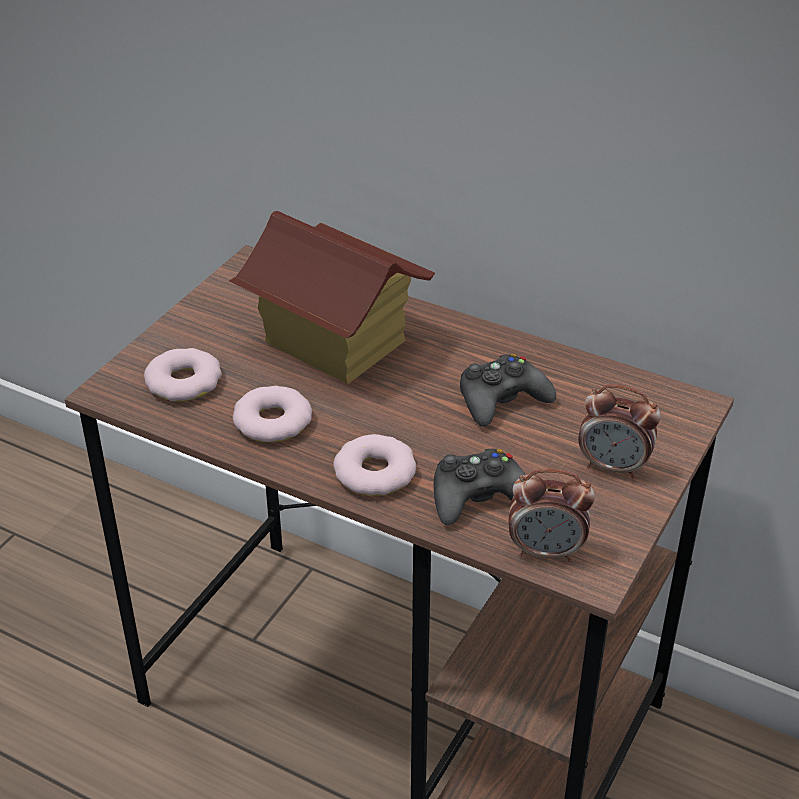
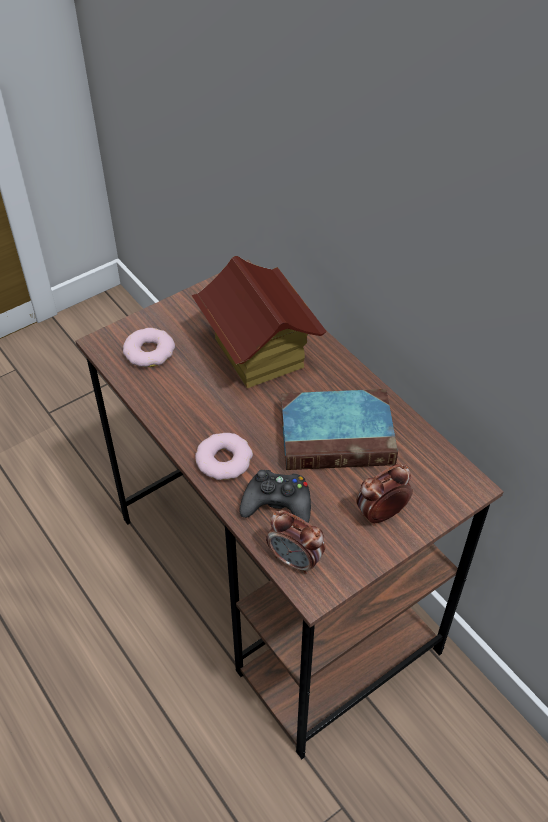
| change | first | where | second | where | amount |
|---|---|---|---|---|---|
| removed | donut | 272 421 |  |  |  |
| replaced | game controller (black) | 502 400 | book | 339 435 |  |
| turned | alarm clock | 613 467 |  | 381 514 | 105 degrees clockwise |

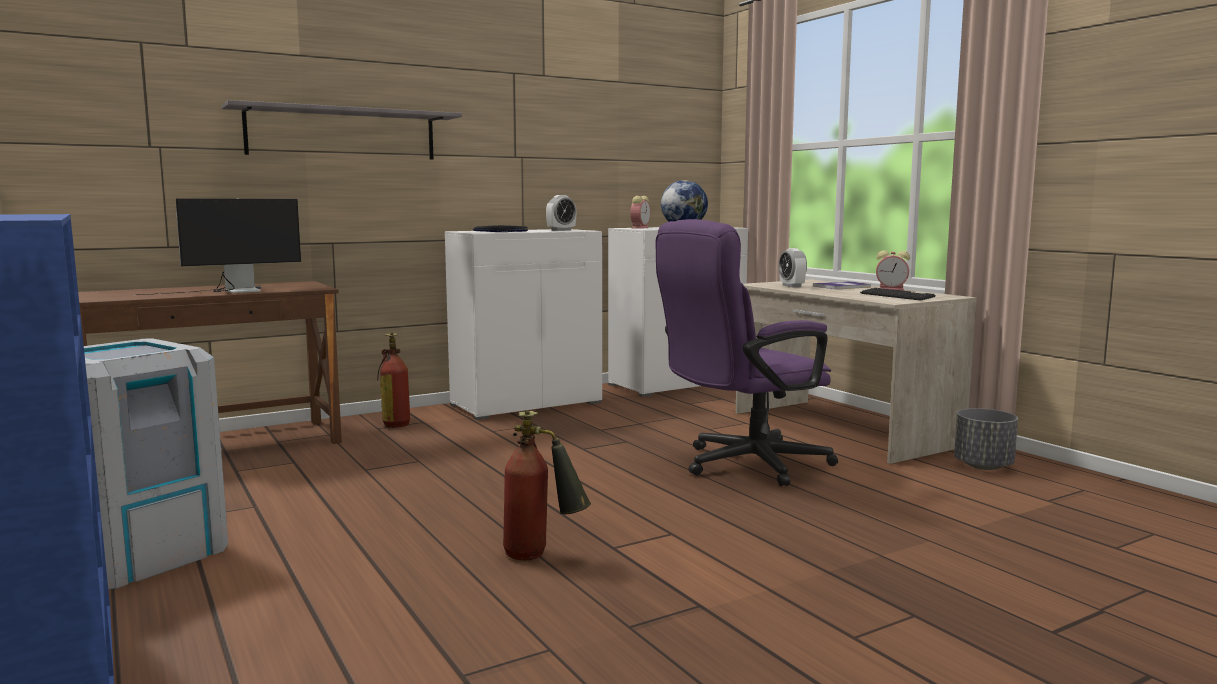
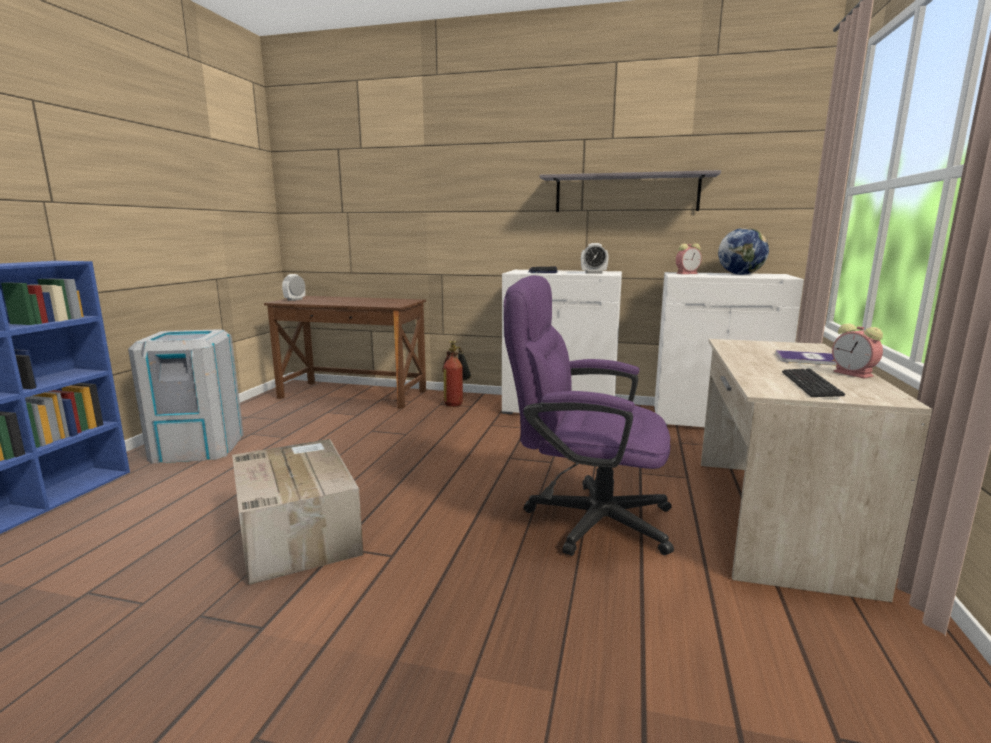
| change | first | where | second | where | amount |
|---|---|---|---|---|---|
| removed | monitor | 229 291 |  |  |  |
| removed | planter (grey) | 983 466 |  |  |  |
| moved | shelf (grey) | 342 134 |  | 626 193 |  |
| moved | alarm clock | 791 286 |  | 295 299 |  |
| replaced | fire extinguisher | 542 555 | cardboard box | 296 532 |  |

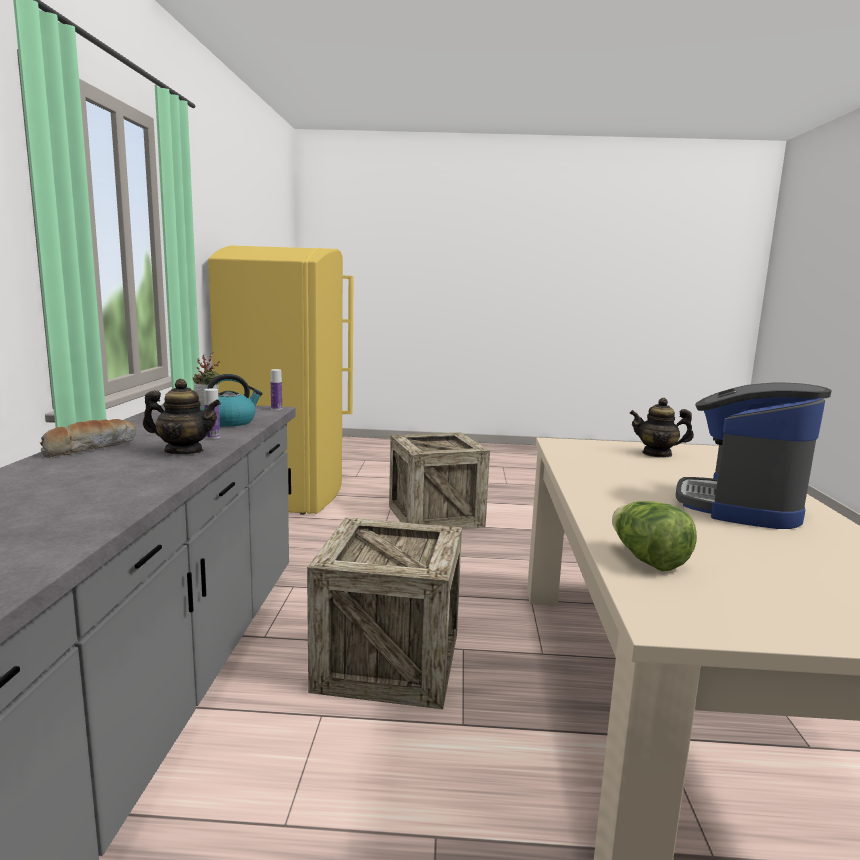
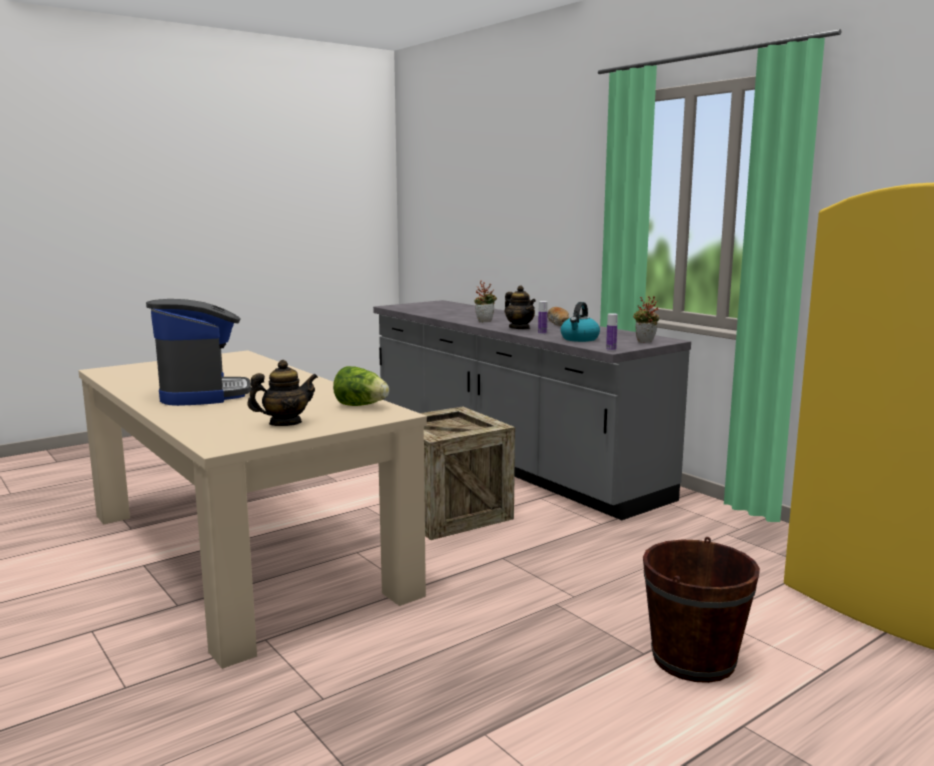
| change | first | where | second | where | amount |
|---|---|---|---|---|---|
| added |  |  | potted plant | 485 321 |  |
| moved | lettuce | 647 560 |  | 361 406 |  |
| replaced | crate | 435 516 | bucket (brown) | 693 659 |  |
| turned | teapot | 184 451 |  | 519 328 | 90 degrees counterclockwise |

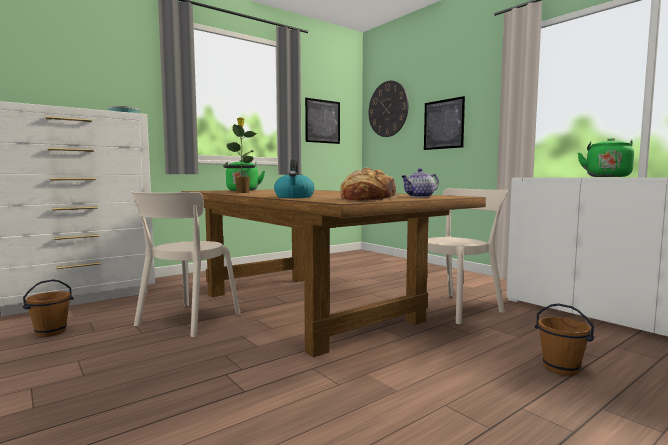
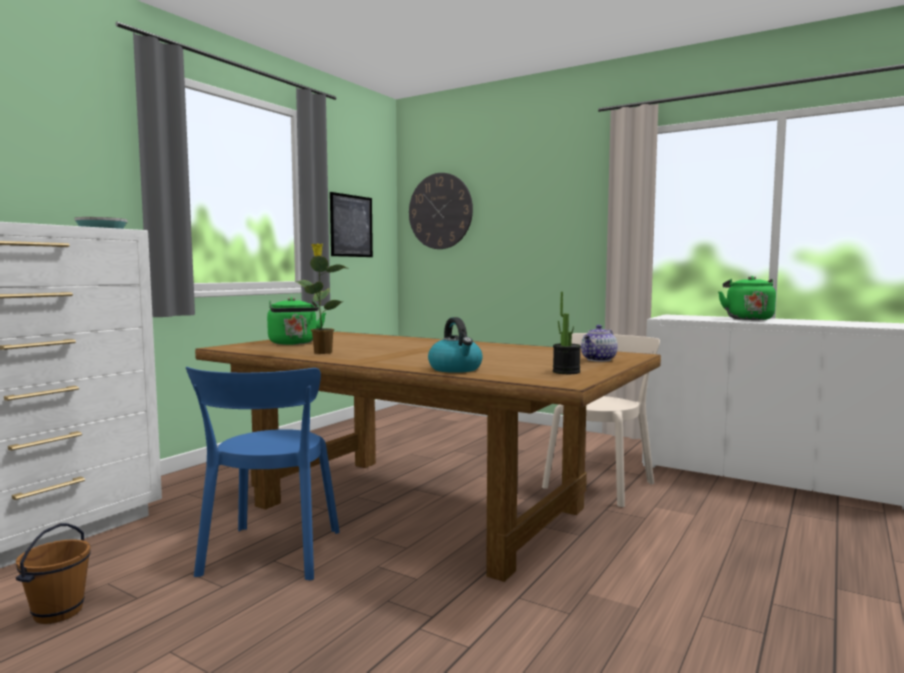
| change | first | where | second | where | amount |
|---|---|---|---|---|---|
| removed | picture | 443 124 |  |  |  |
| removed | bucket (brown) | 561 368 |  |  |  |
| replaced | bread | 367 199 | potted plant | 566 372 |  |
| recoloured | chair (beige) | 186 321 | chair (blue) | 269 556 |  |

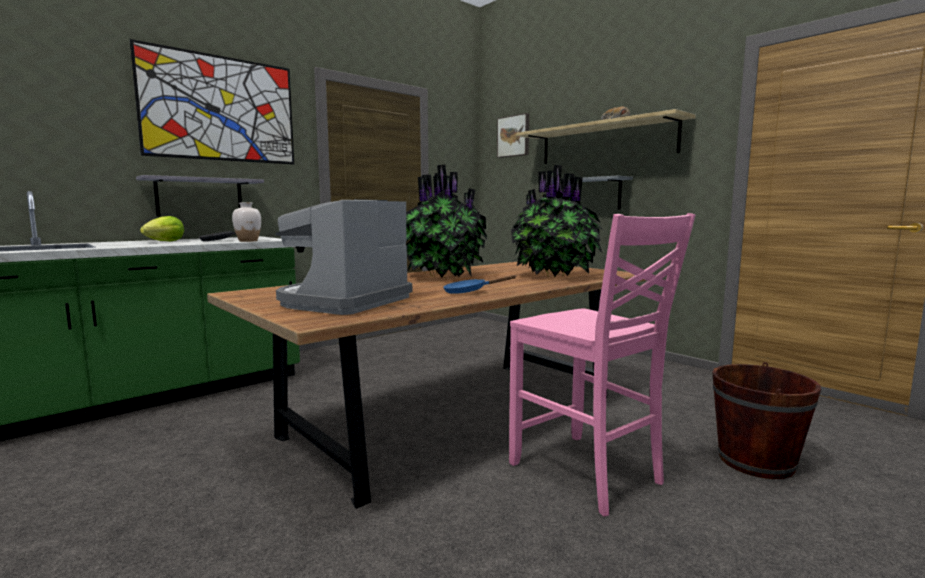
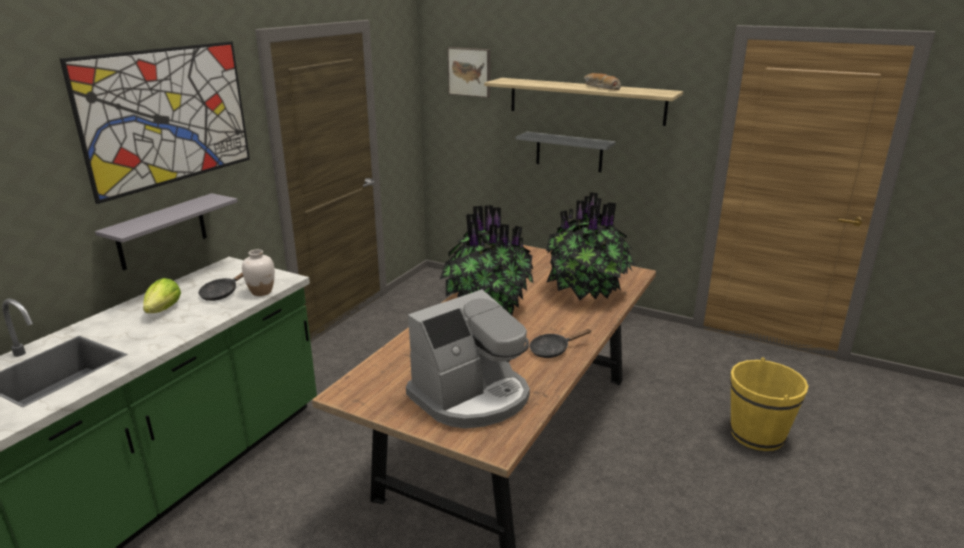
| change | first | where | second | where | amount |
|---|---|---|---|---|---|
| removed | chair (pink) | 587 474 |  |  |  |
| recoloured | frying pan (blue) | 469 292 | frying pan (black) | 552 350 |  |
| recoloured | bucket (brown) | 755 461 | bucket (yellow) | 757 434 |  |
| turned | coffee machine | 343 302 |  | 471 397 | 135 degrees counterclockwise |

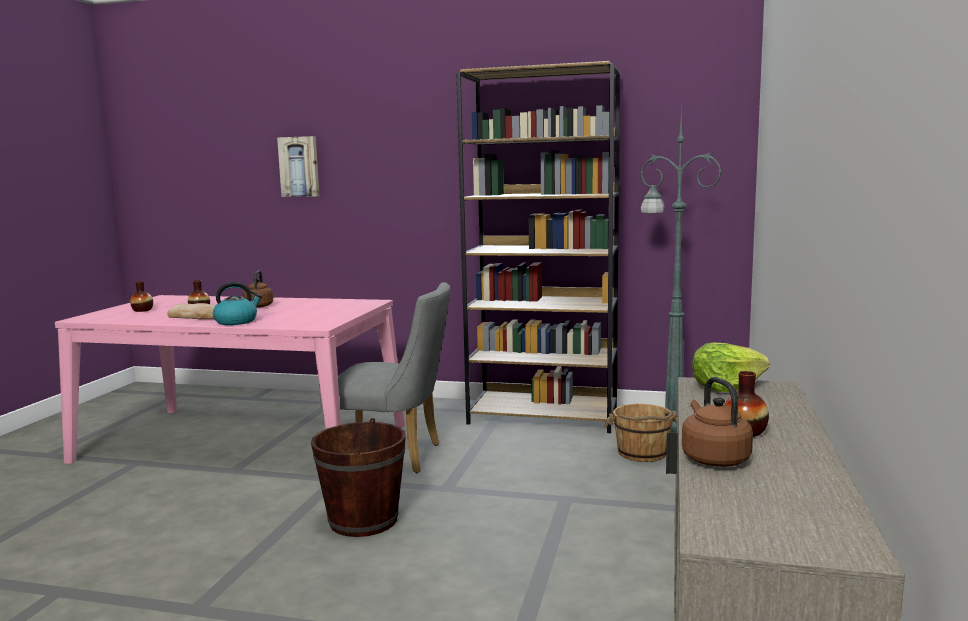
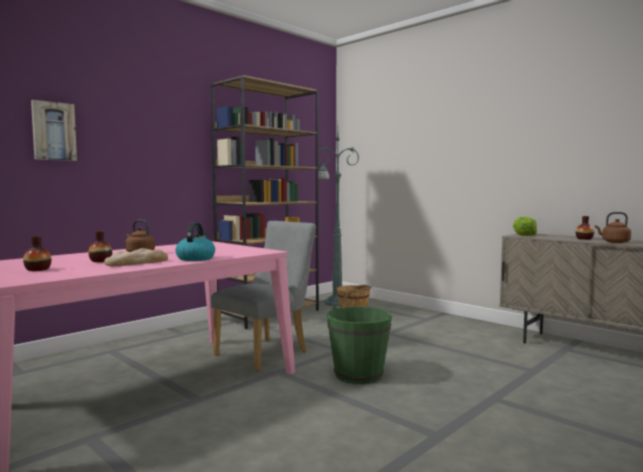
| change | first | where | second | where | amount |
|---|---|---|---|---|---|
| recoloured | bucket (brown) | 363 521 | bucket (green) | 358 374 |  |

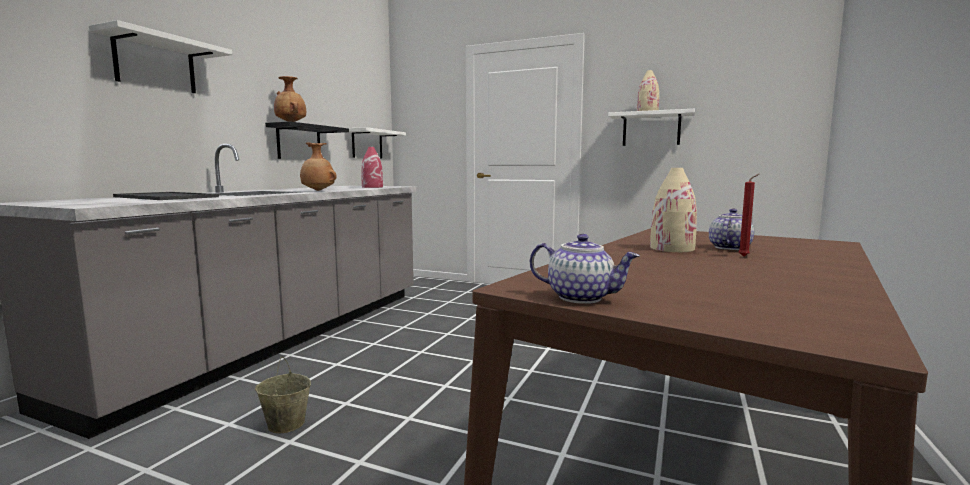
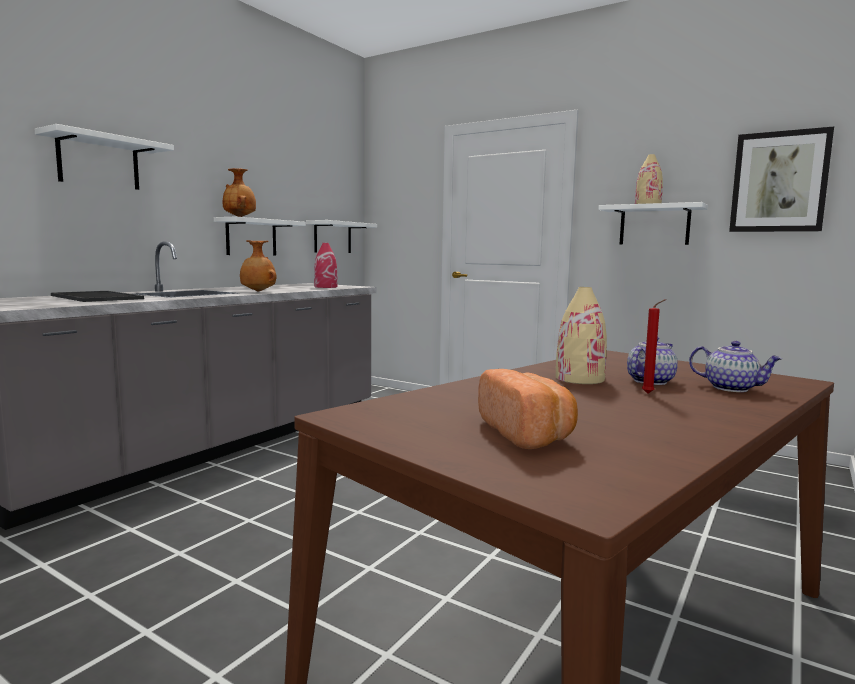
| change | first | where | second | where | amount |
|---|---|---|---|---|---|
| removed | bucket (beige) | 285 424 |  |  |  |
| added |  |  | bread | 527 433 |  |
| added |  |  | picture | 779 182 |  |
| moved | teapot | 581 297 |  | 731 388 |  |
| recoloured | shelf (black) | 299 142 | shelf (white) | 251 237 |  |

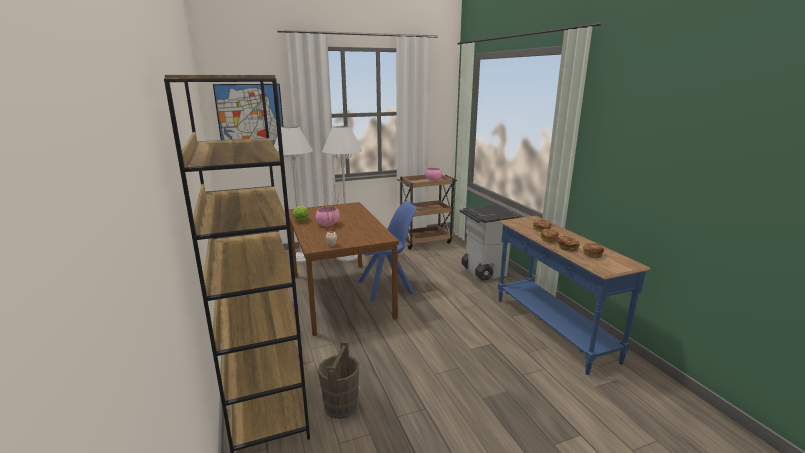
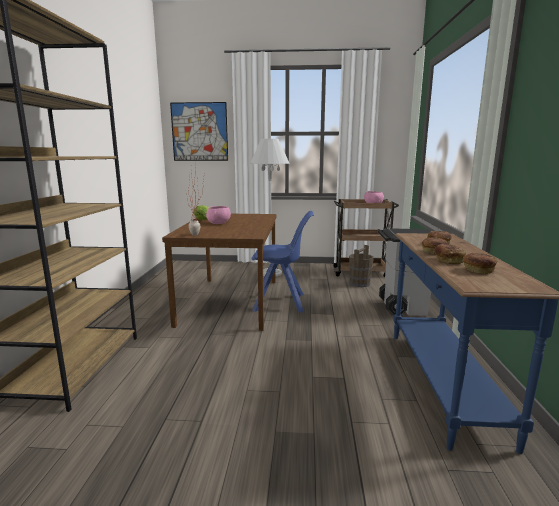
| change | first | where | second | where | amount |
|---|---|---|---|---|---|
| removed | floor lamp (white) | 301 257 |  |  |  |
| moved | bucket (brown) | 341 406 |  | 359 283 |  |

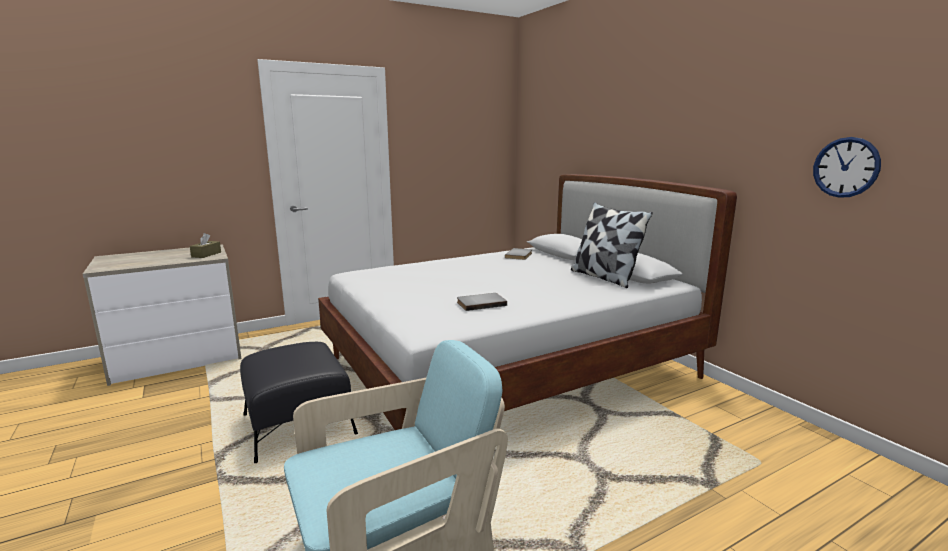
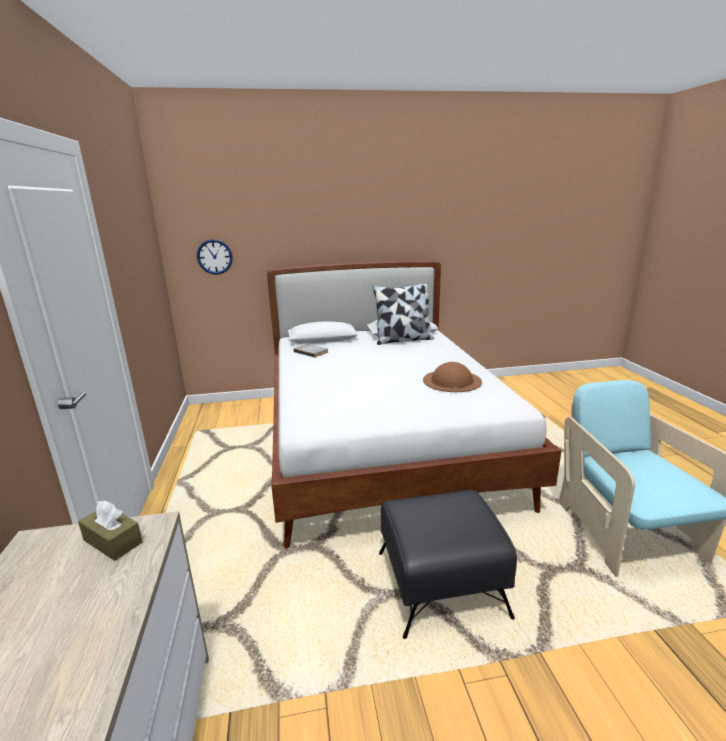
| change | first | where | second | where | amount |
|---|---|---|---|---|---|
| moved | wall clock | 846 167 |  | 214 257 |  |
| replaced | book (grey) | 480 303 | hat (brown) | 452 380 |  |

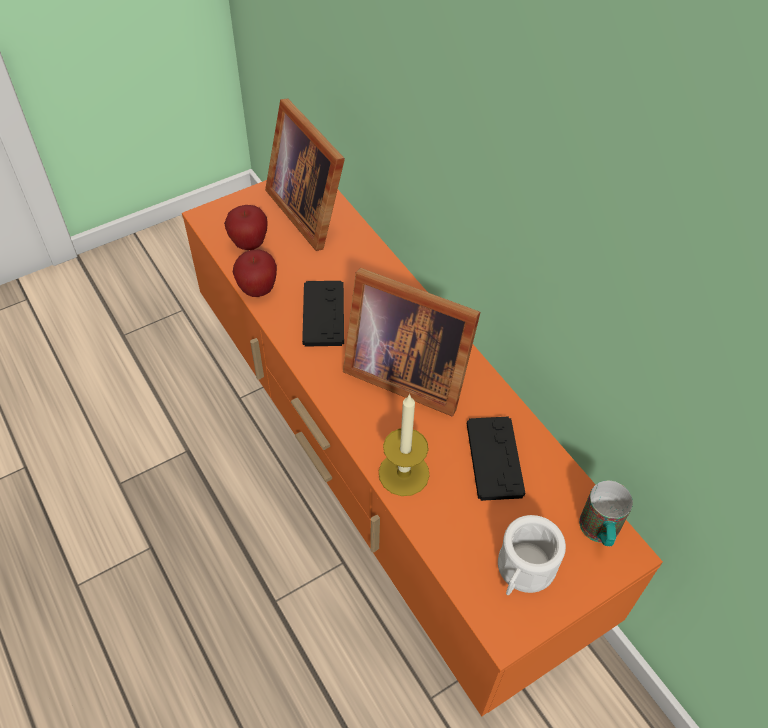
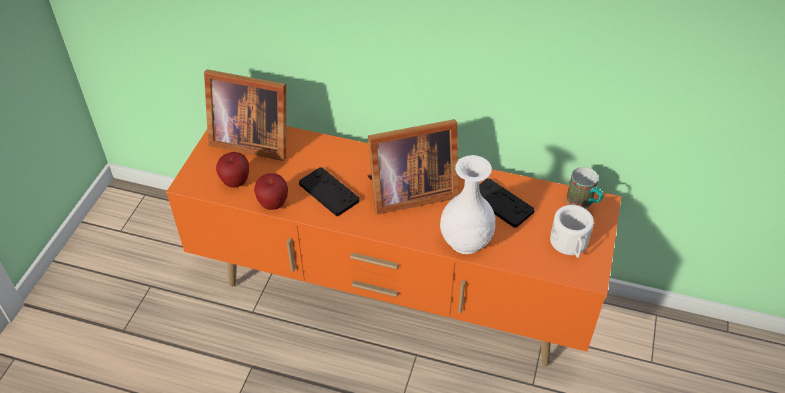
| change | first | where | second | where | amount |
|---|---|---|---|---|---|
| replaced | candle | 403 473 | vase (white) | 466 242 |  |

